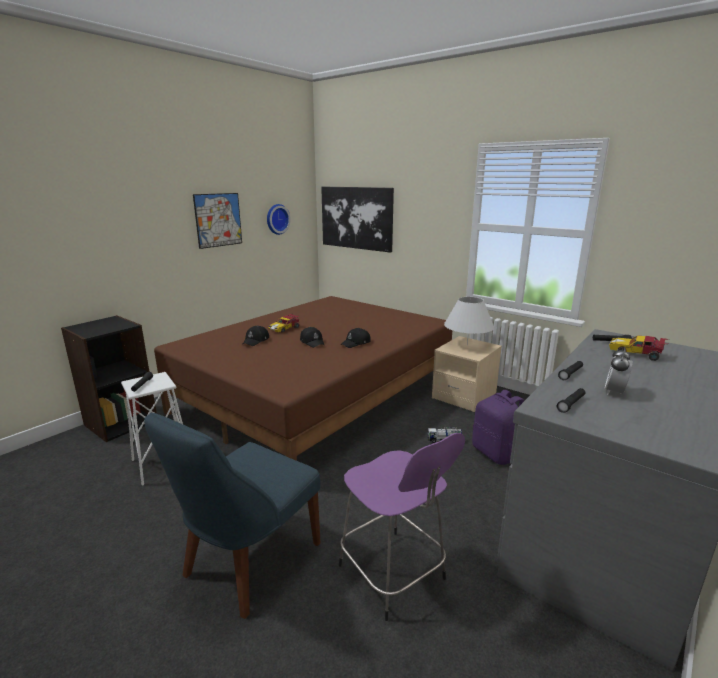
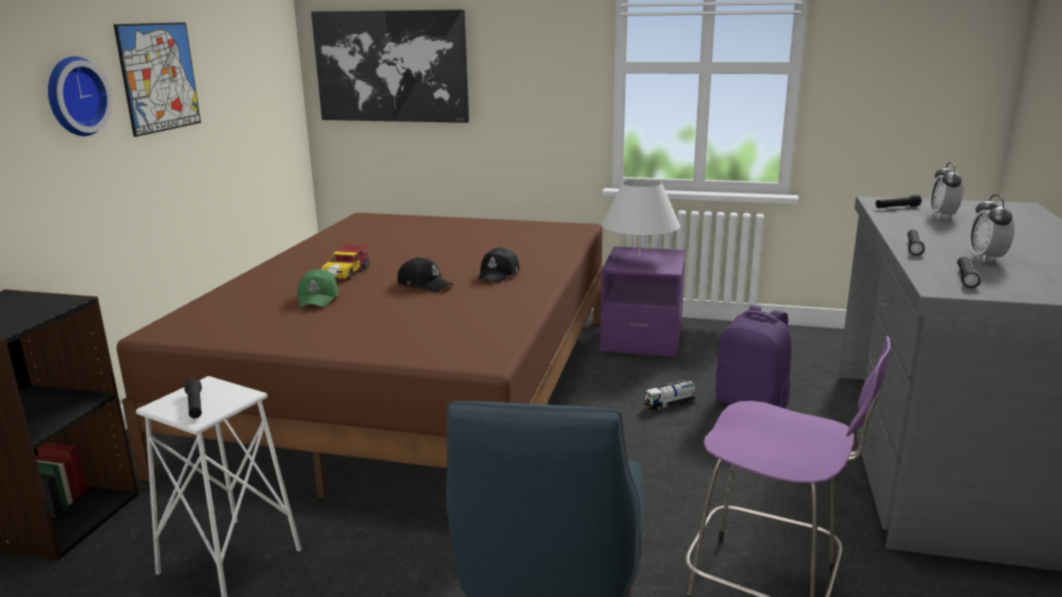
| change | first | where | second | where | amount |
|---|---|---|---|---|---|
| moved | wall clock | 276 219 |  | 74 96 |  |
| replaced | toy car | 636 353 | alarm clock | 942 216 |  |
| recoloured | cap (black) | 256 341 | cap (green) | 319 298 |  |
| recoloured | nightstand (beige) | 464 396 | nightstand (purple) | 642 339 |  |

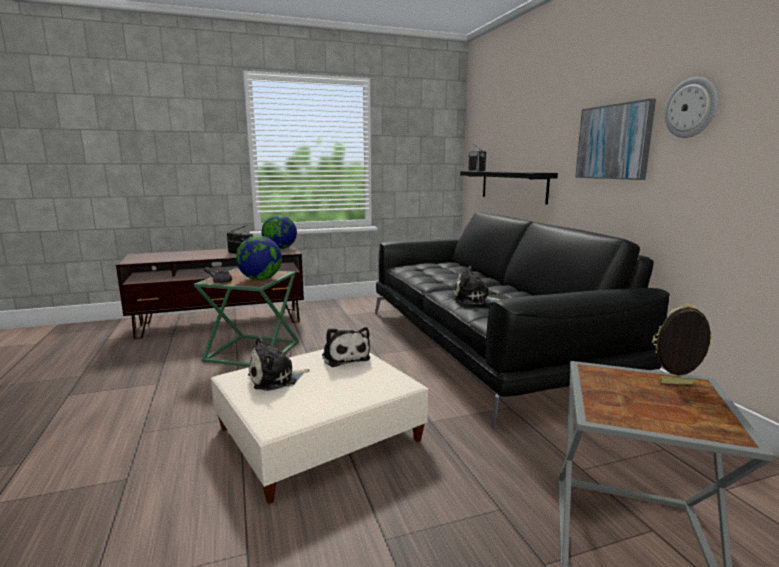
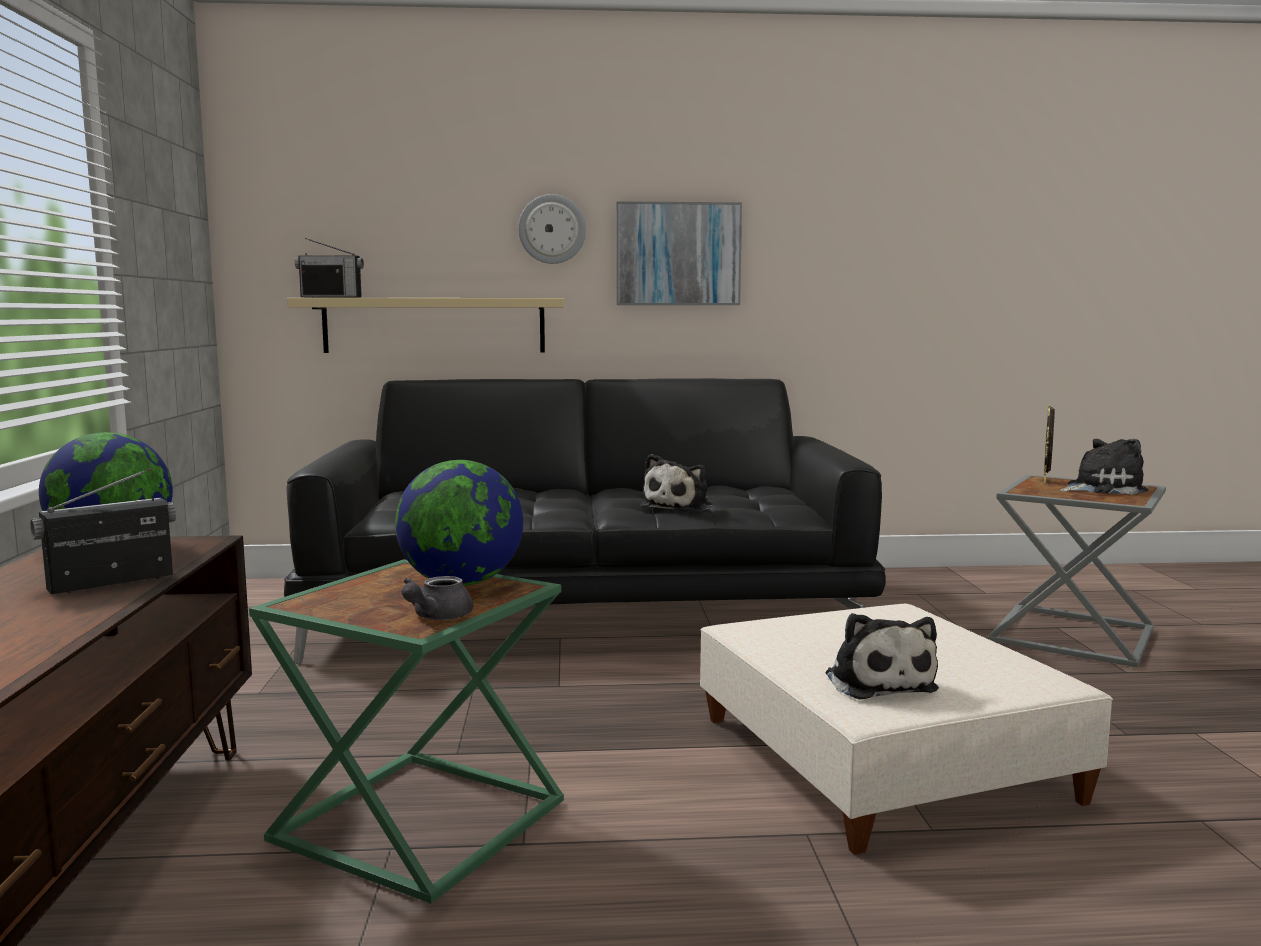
| change | first | where | second | where | amount |
|---|---|---|---|---|---|
| moved | plush toy | 345 357 |  | 1101 489 |  |
| moved | wall clock | 691 108 |  | 552 229 |  |
| recoloured | shelf (black) | 513 186 | shelf (beige) | 434 325 |  |

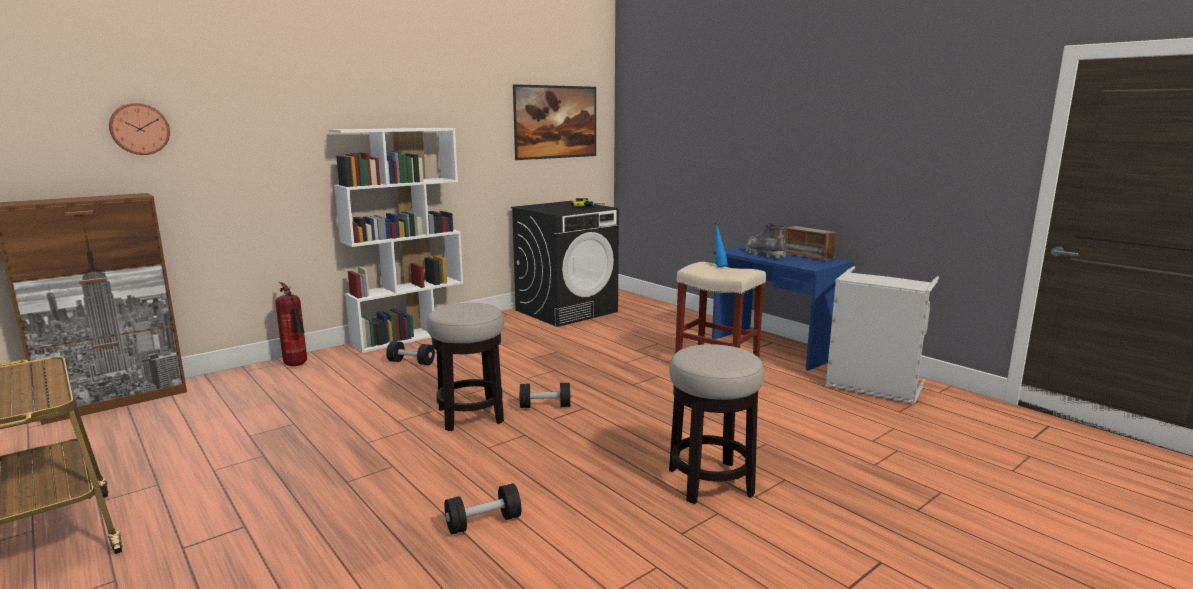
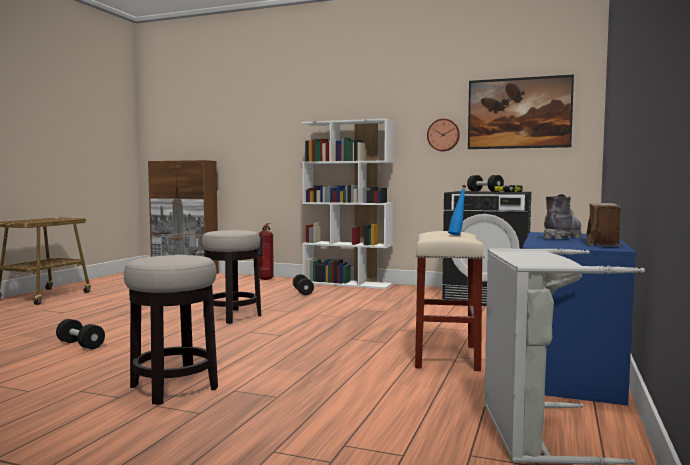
| change | first | where | second | where | amount |
|---|---|---|---|---|---|
| moved | wall clock | 139 129 |  | 443 135 |  |
| moved | dumbbell (black) | 545 406 |  | 485 191 |  |

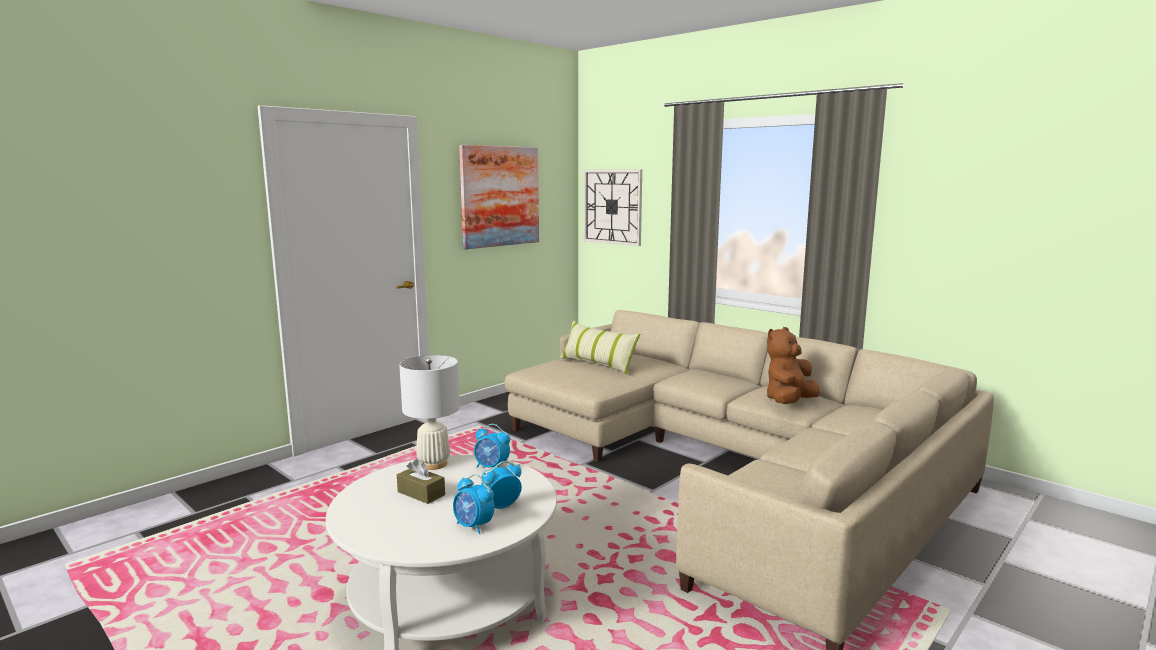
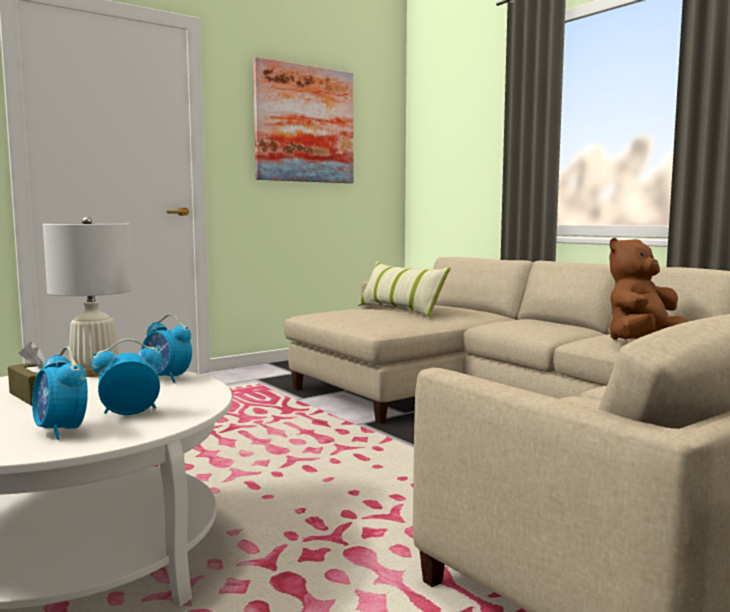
| change | first | where | second | where | amount |
|---|---|---|---|---|---|
| removed | wall clock | 612 206 |  |  |  |

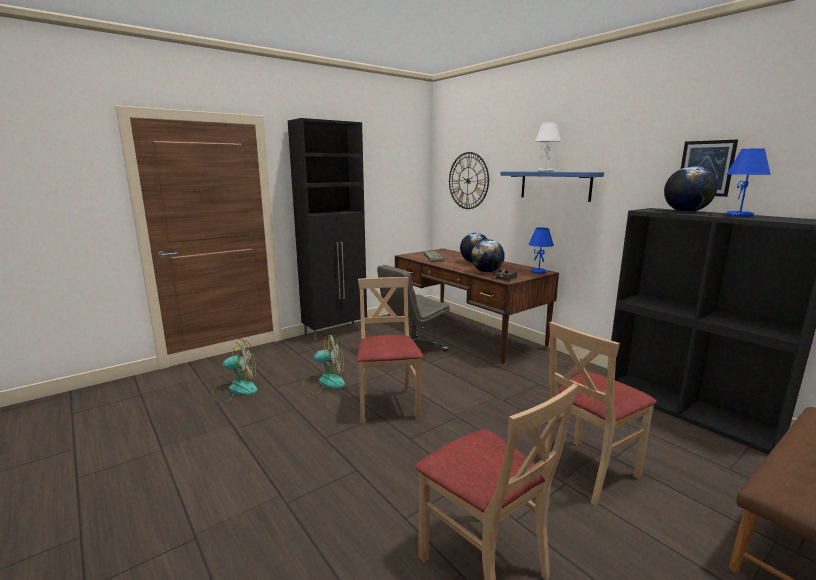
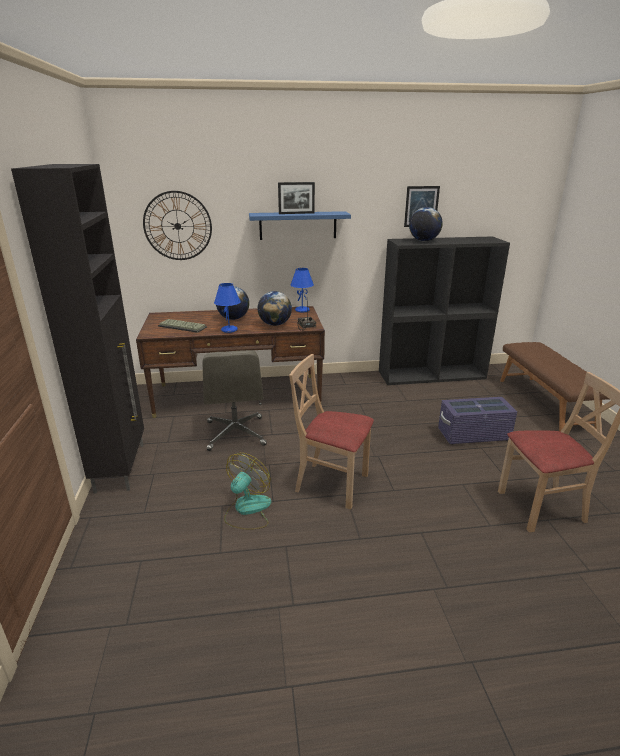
| change | first | where | second | where | amount |
|---|---|---|---|---|---|
| removed | fan | 235 389 |  |  |  |
| moved | table lamp (blue) | 739 215 |  | 229 330 |  |
| replaced | table lamp (white) | 545 171 | picture frame | 296 213 |  |
| replaced | chair (beige) | 587 471 | storage box (purple) | 473 435 |  |

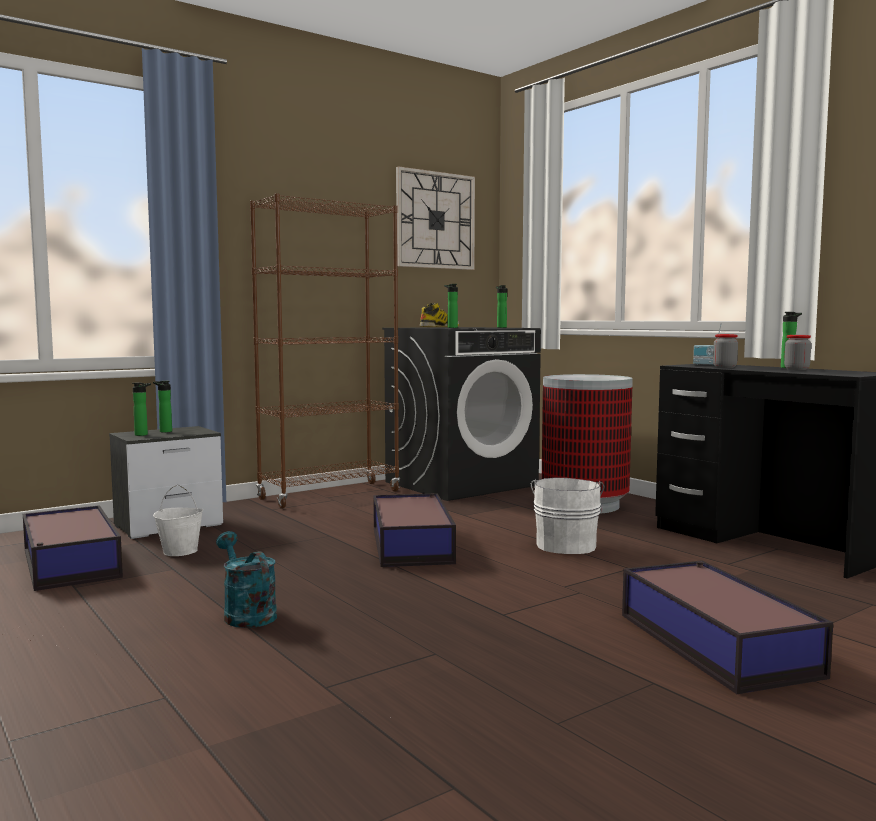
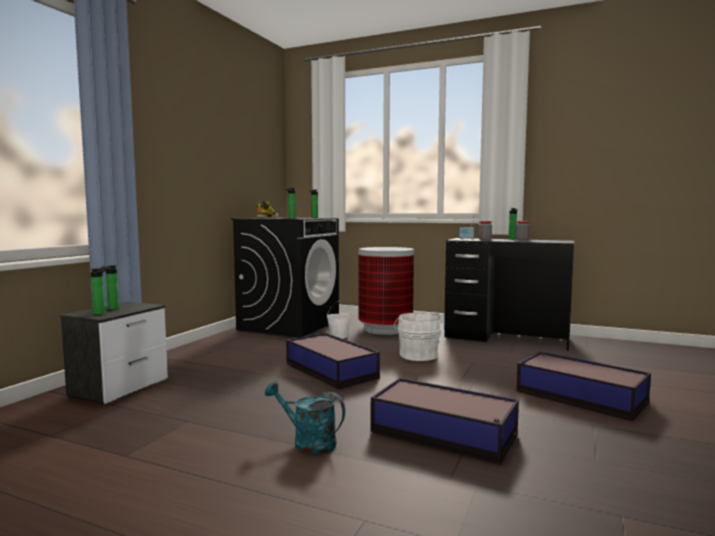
| change | first | where | second | where | amount |
|---|---|---|---|---|---|
| removed | bookcase (brown) | 330 495 |  |  |  |
| removed | wall clock | 435 220 |  |  |  |
| moved | storage box | 70 564 |  | 445 433 |  |
| moved | bucket (white) | 180 551 |  | 339 336 |  |

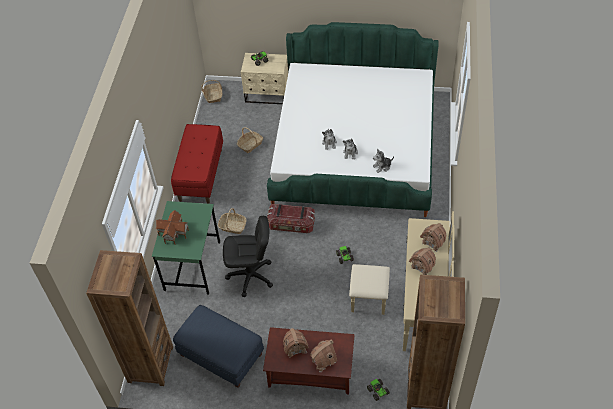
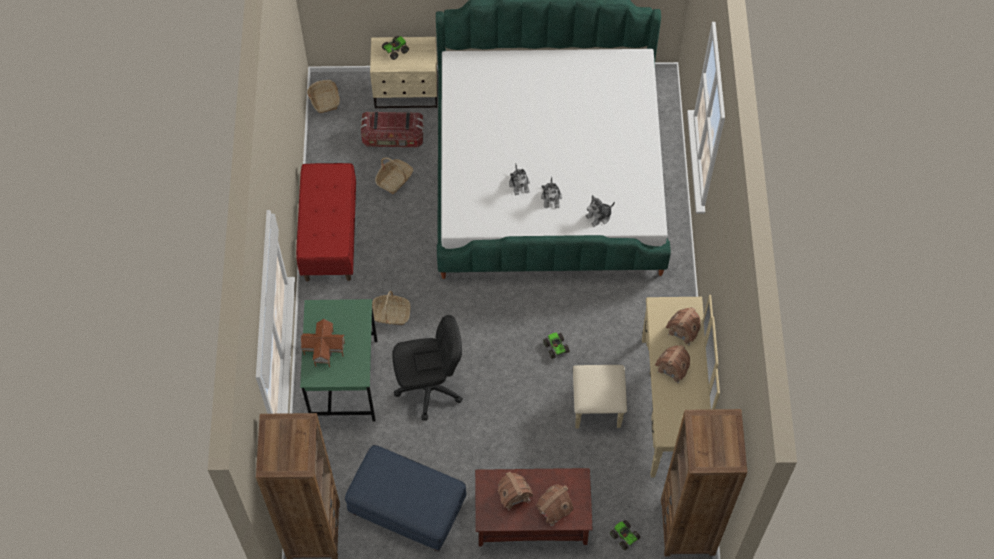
| change | first | where | second | where | amount |
|---|---|---|---|---|---|
| moved | storage box | 291 225 |  | 393 138 |  |

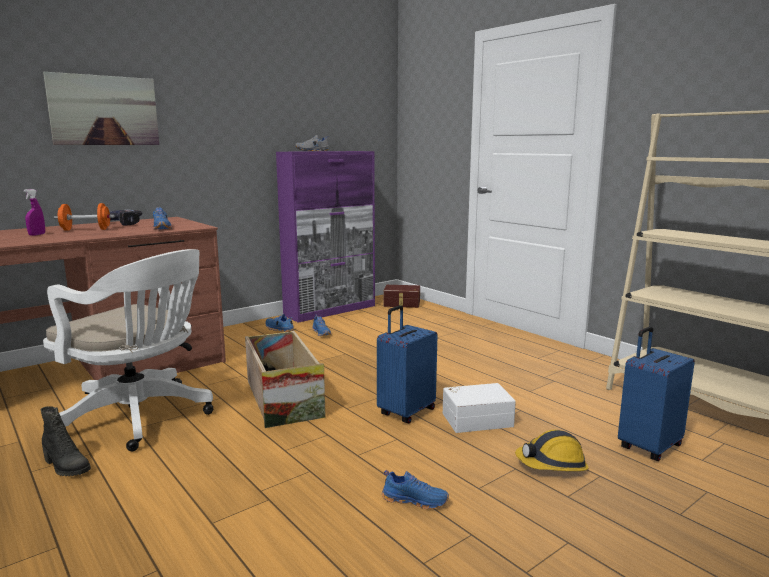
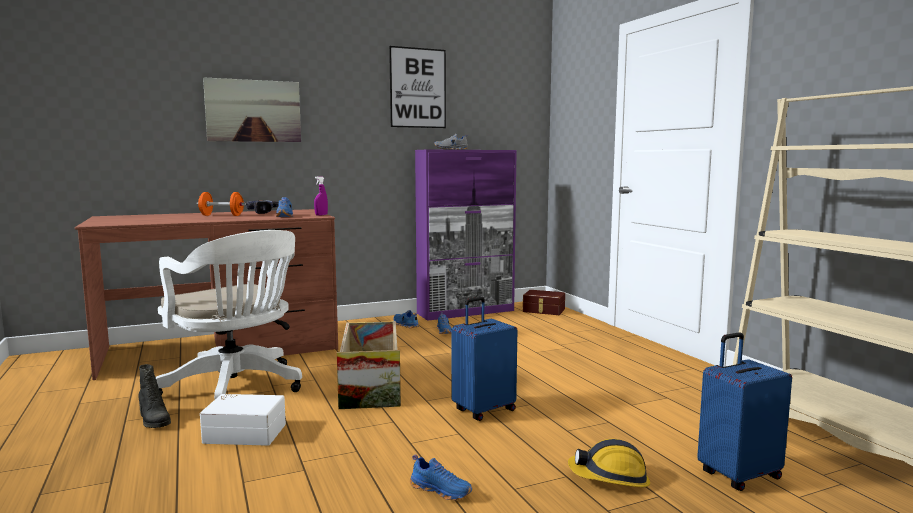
| change | first | where | second | where | amount |
|---|---|---|---|---|---|
| added |  |  | picture | 418 88 |  |
| moved | spray bottle (purple) | 37 234 |  | 321 215 |  |
| moved | storage box (white) | 476 419 |  | 245 432 |  |

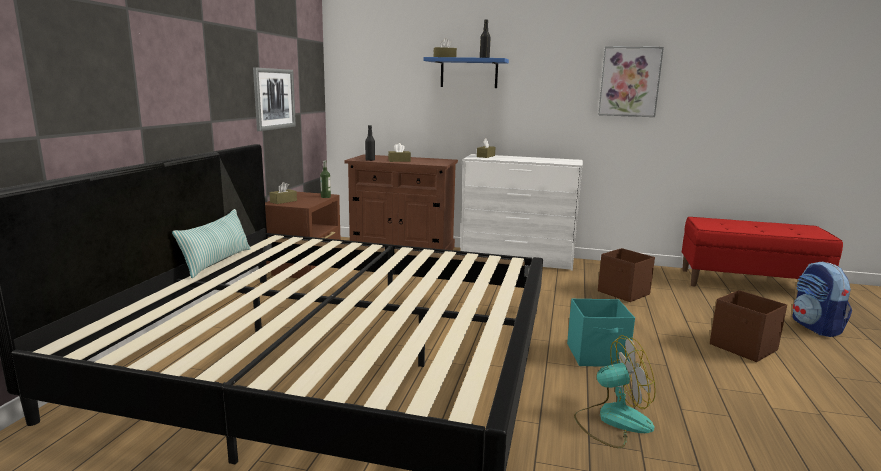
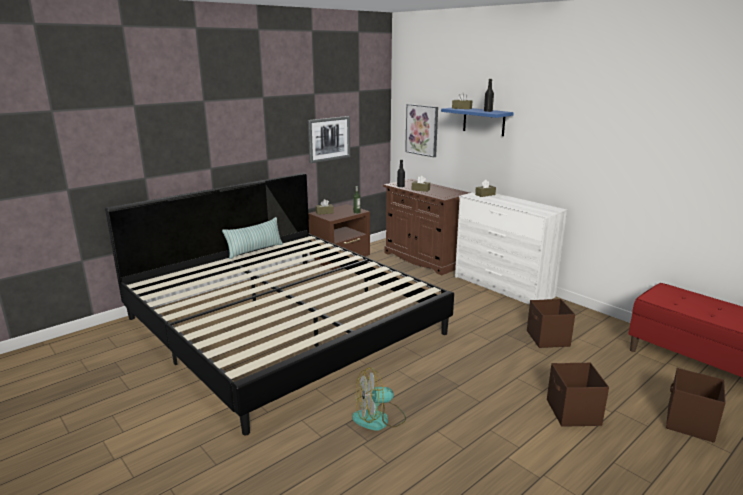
| change | first | where | second | where | amount |
|---|---|---|---|---|---|
| removed | storage box (turquoise) | 597 355 |  |  |  |
| moved | picture | 629 82 |  | 422 130 |  |
| replaced | backpack | 816 327 | storage box (brown) | 689 423 |  |
| turned | fan | 612 421 |  | 379 419 | 135 degrees clockwise |

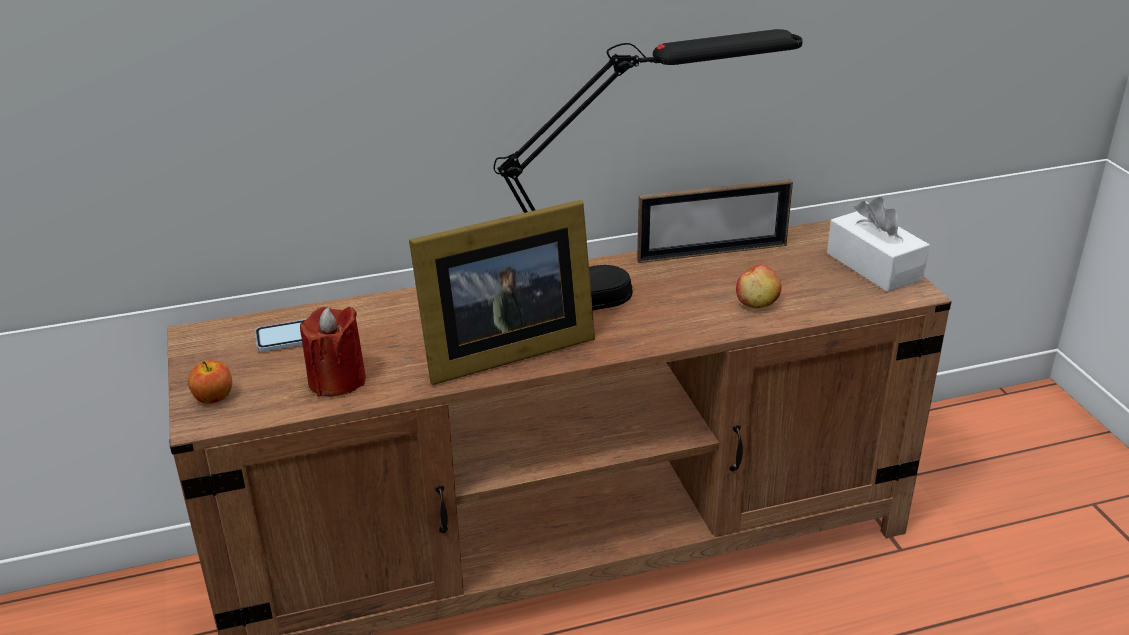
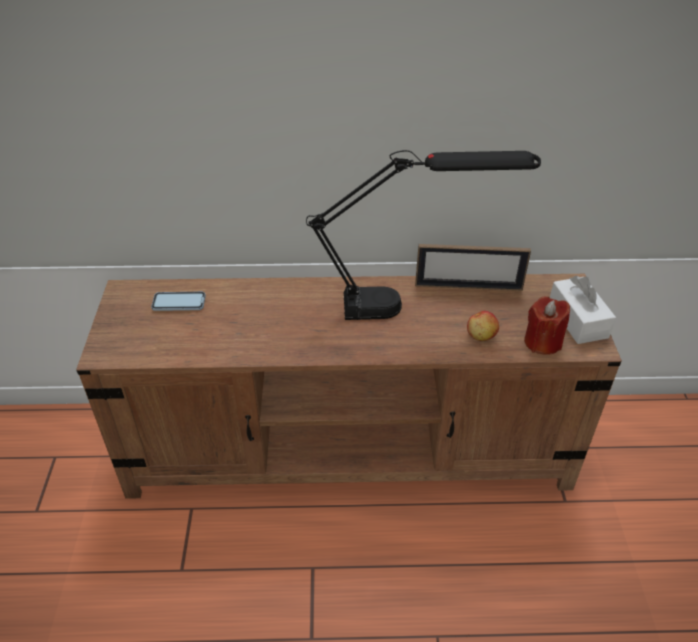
| change | first | where | second | where | amount |
|---|---|---|---|---|---|
| removed | apple | 213 397 |  |  |  |
| removed | picture frame | 500 350 |  |  |  |
| moved | candle (red) | 337 380 |  | 542 342 |  |

